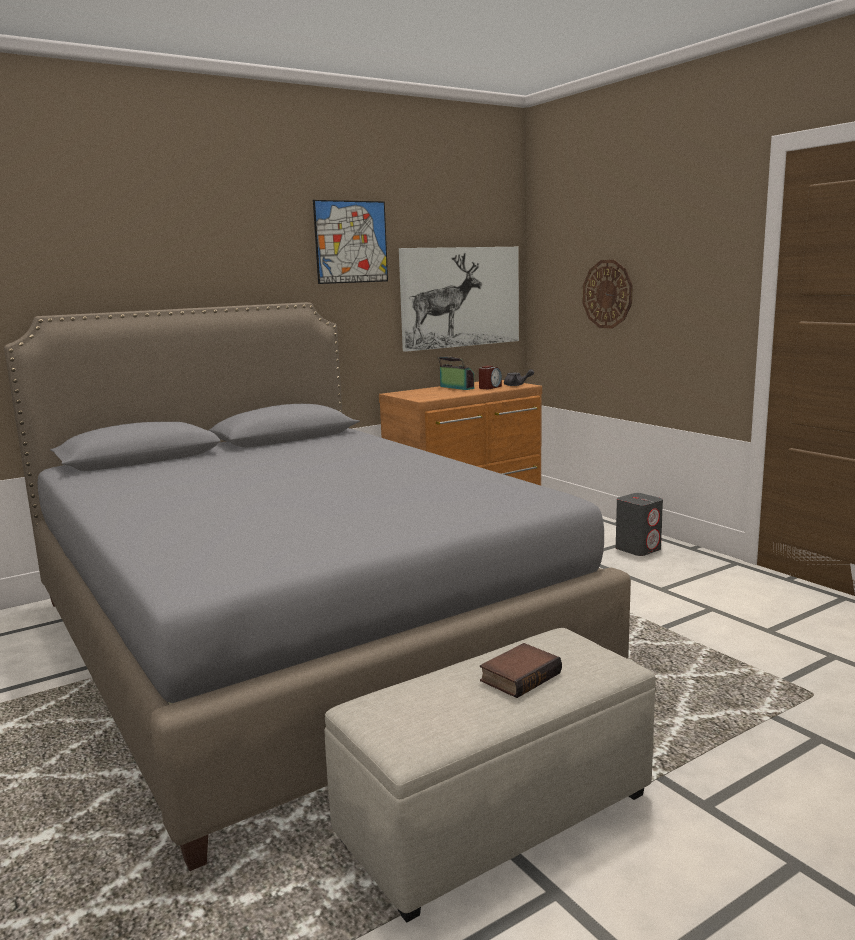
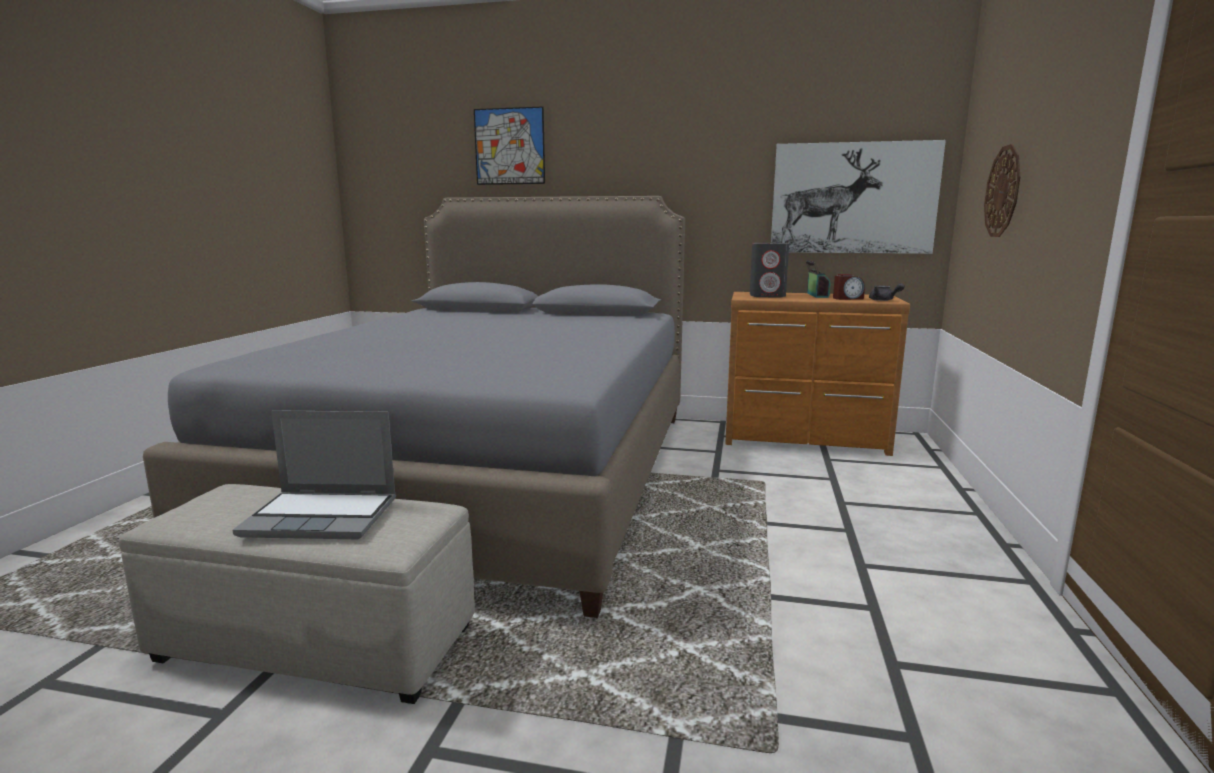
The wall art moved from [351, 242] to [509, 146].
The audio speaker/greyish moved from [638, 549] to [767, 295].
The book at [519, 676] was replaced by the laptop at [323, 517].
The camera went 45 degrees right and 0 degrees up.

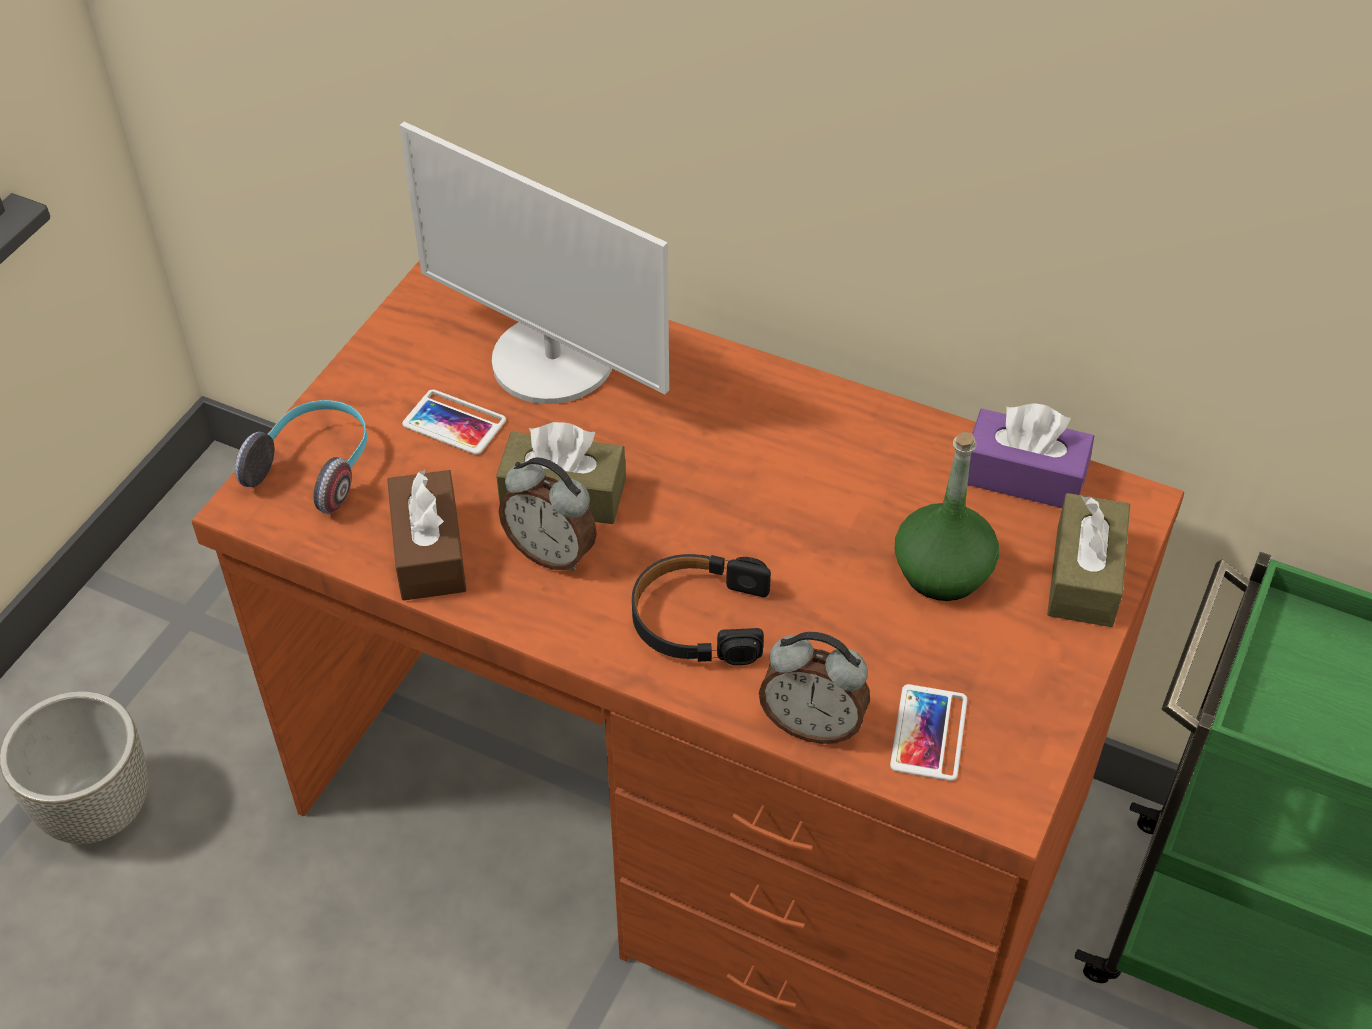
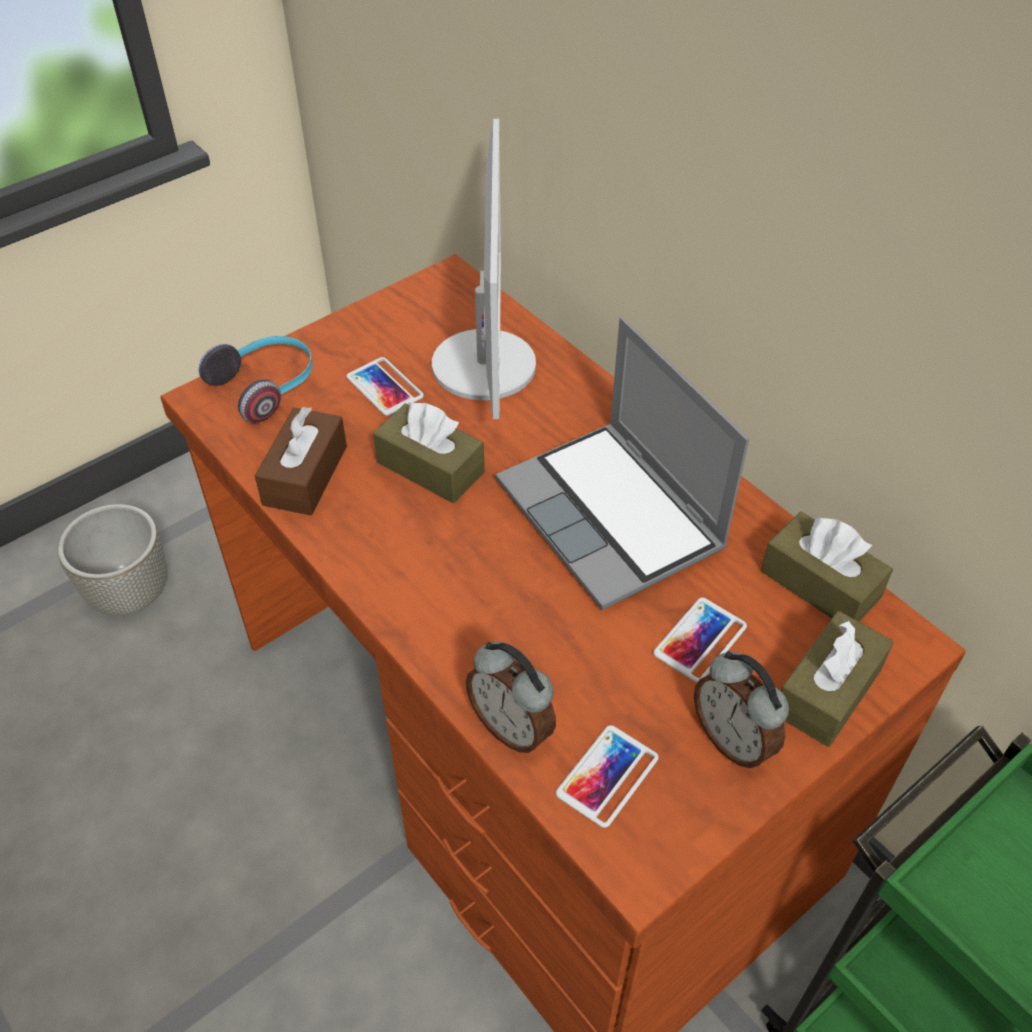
The headset/black-coloured at [699, 619] disappeared.
The laptop at [613, 517] appeared.
The table clock moved from [552, 552] to [733, 740].
The drink bottle/green at [942, 572] was replaced by the telephone at [700, 640].
The box of tissues/purple at [1023, 476] became the box of tissues/brown-coloured at [820, 584].
The computer screen at [552, 361] turned 150 degrees counterclockwise.
The camera went 25 degrees right and 0 degrees up.

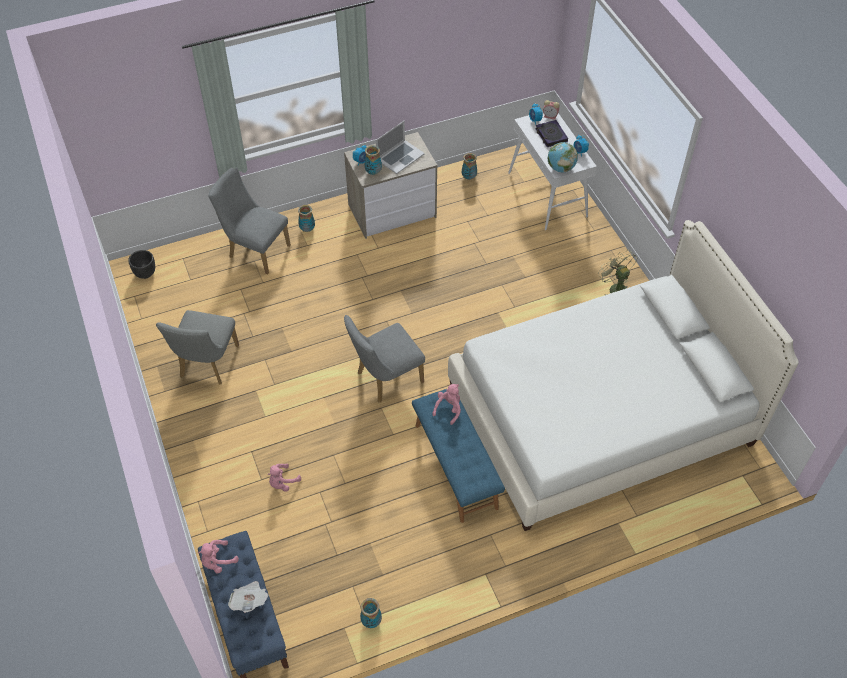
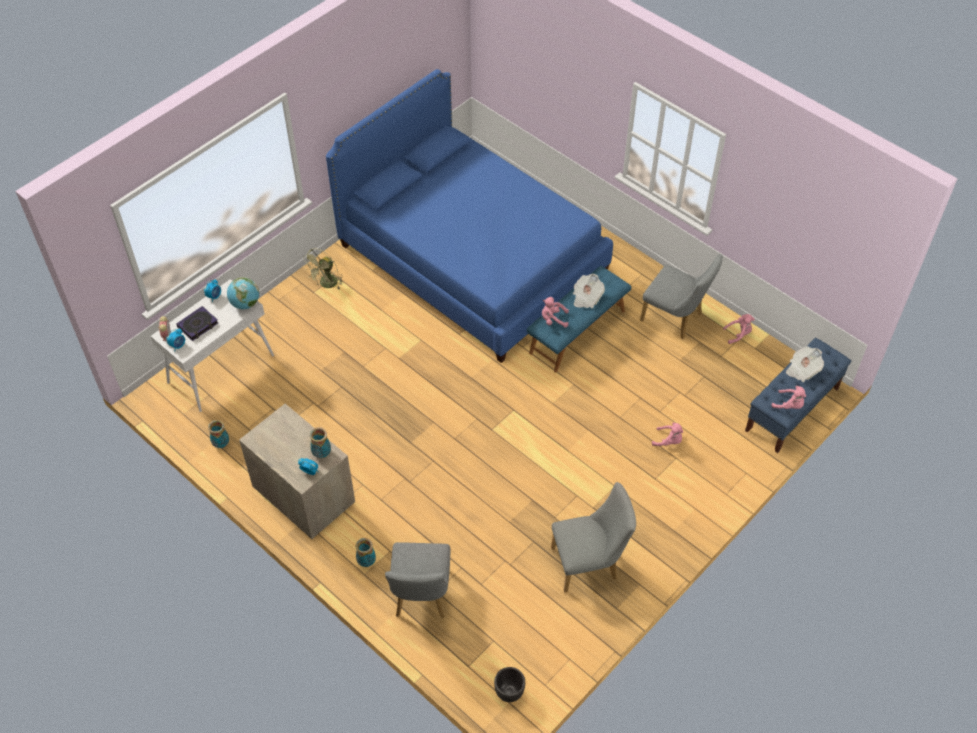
The laptop at [400, 157] disappeared.
The newspaper at [586, 297] appeared.
The chair/greyish moved from [385, 379] to [675, 318].
The decorative vase at [371, 621] was replaced by the cuddly toy/pink-coloured at [738, 334].
The bedroom bed/white at [600, 415] became the bedroom bed/blue-coloured at [472, 258].
The camera went 115 degrees left and 0 degrees up.

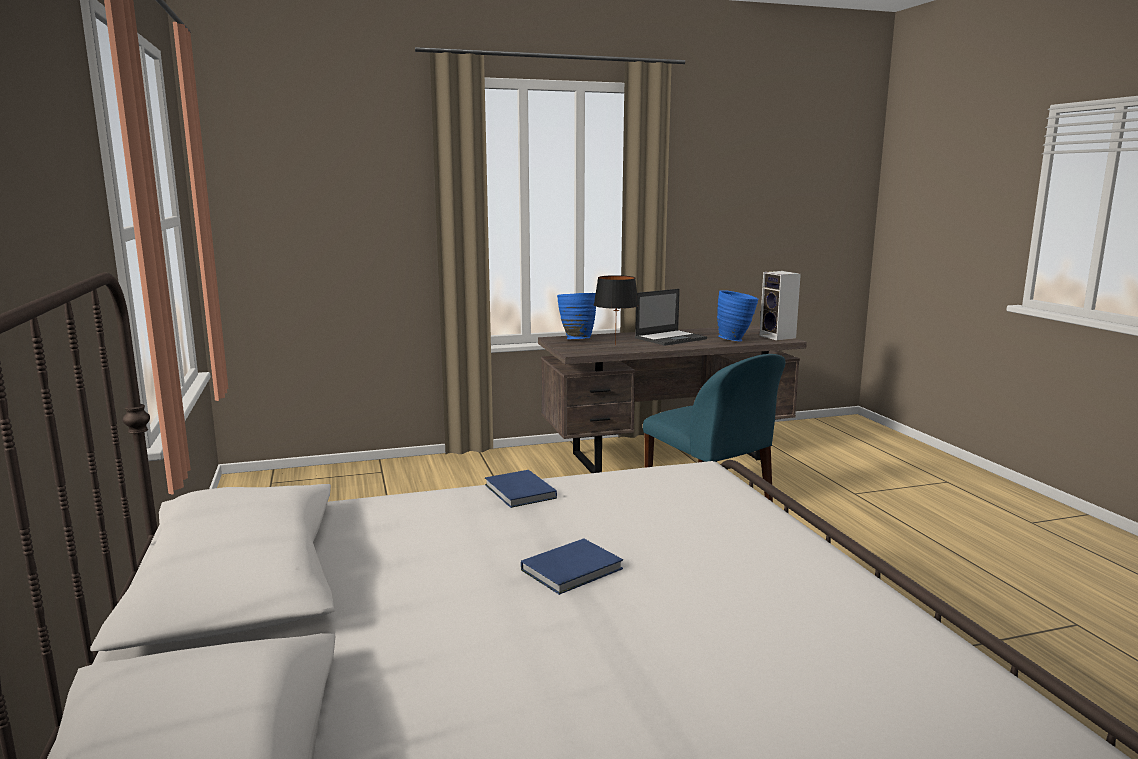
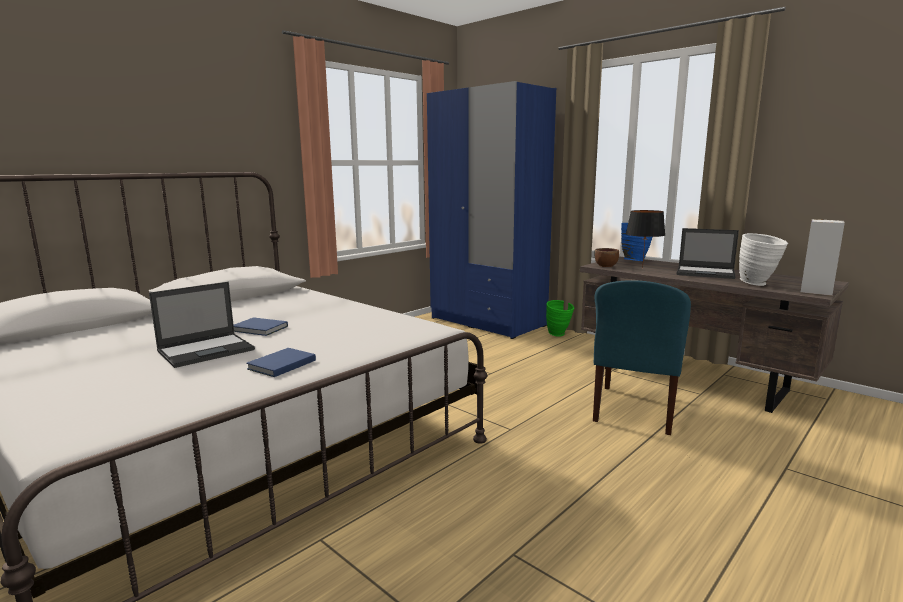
The laptop at [207, 350] appeared.
The armoire/blue-coloured at [487, 322] appeared.
The decorative vase/green at [559, 335] appeared.
The serving bowl/brown-coloured at [606, 265] appeared.
The book/blue-coloured moved from [519, 492] to [280, 365].
The decorative vase/blue-coloured at [736, 340] became the decorative vase/white at [758, 284].
The camera went 60 degrees right and 0 degrees up.

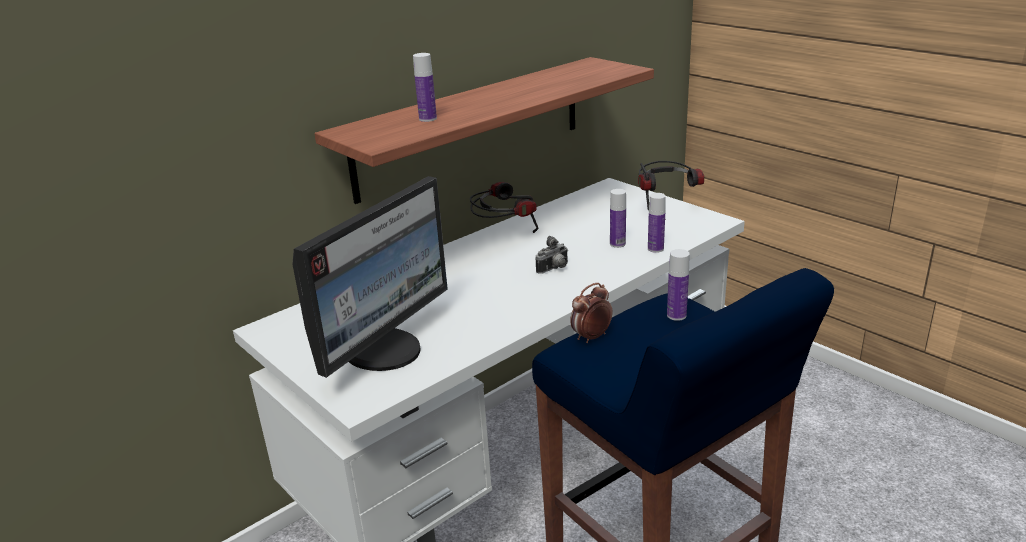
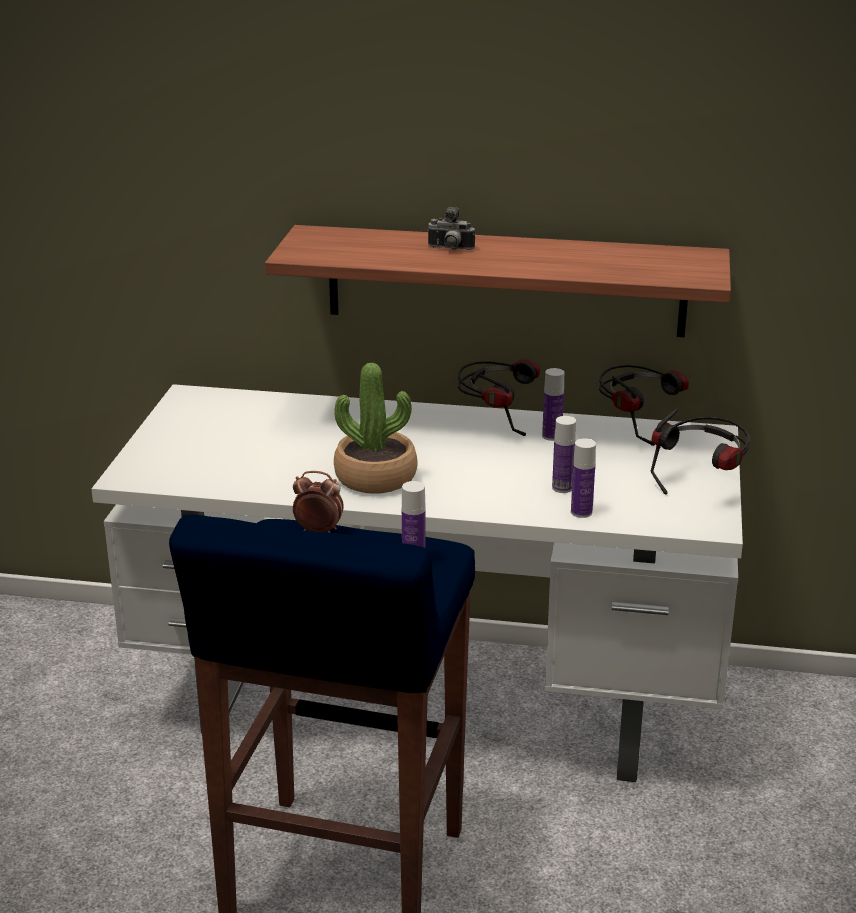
The computer screen at [385, 350] disappeared.
The plant in a pot at [376, 477] appeared.
The headset at [635, 428] appeared.
The drink bottle moved from [428, 119] to [552, 436].
The photo camera moved from [554, 269] to [450, 249].
The camera went 50 degrees right and 0 degrees up.

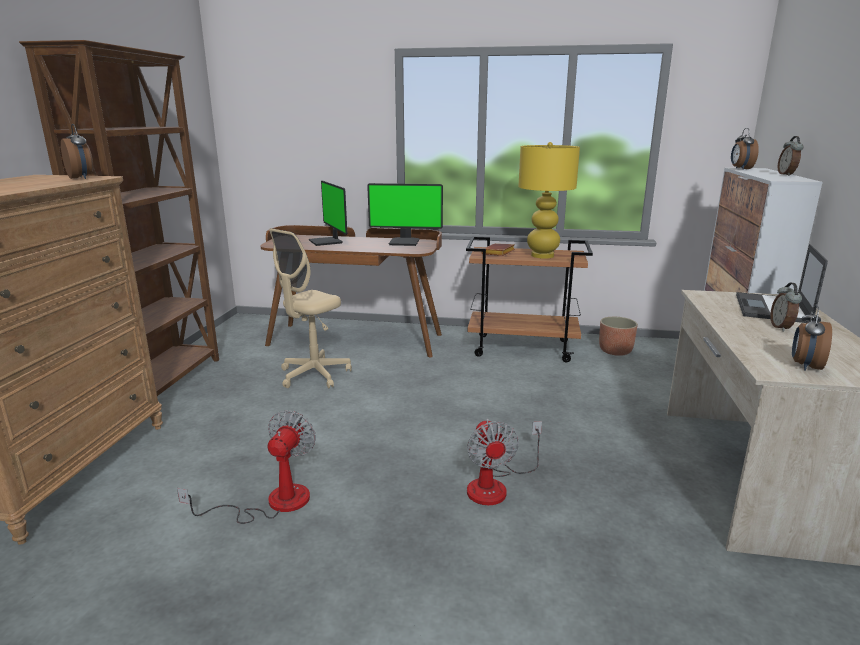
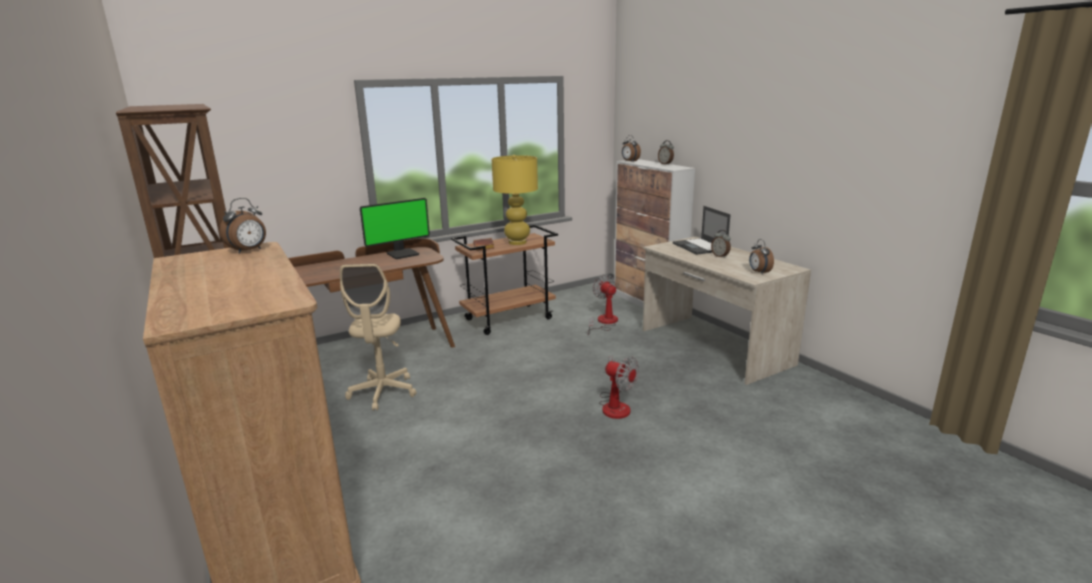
The computer screen at [327, 242] disappeared.
The plant pot at [615, 351] disappeared.
The fan moved from [273, 503] to [604, 322].
The table clock at [81, 178] turned 120 degrees clockwise.
The camera went 40 degrees left and 0 degrees up.

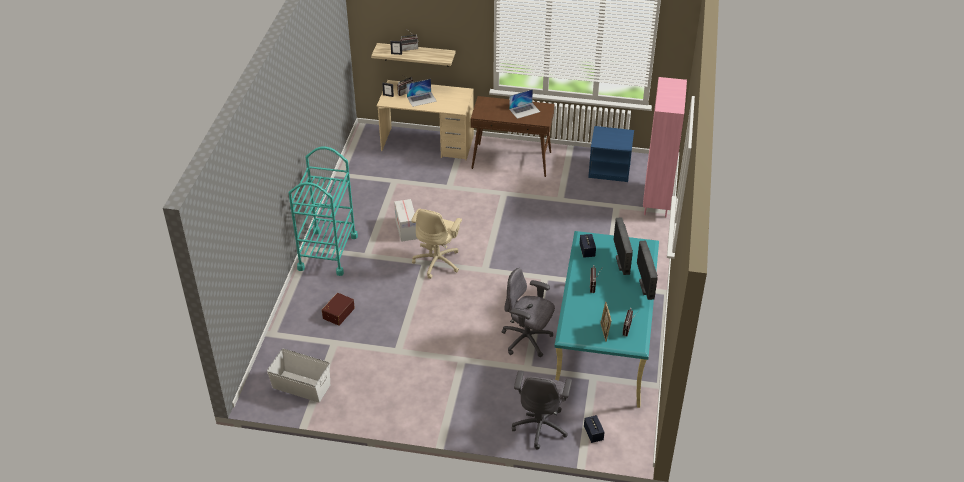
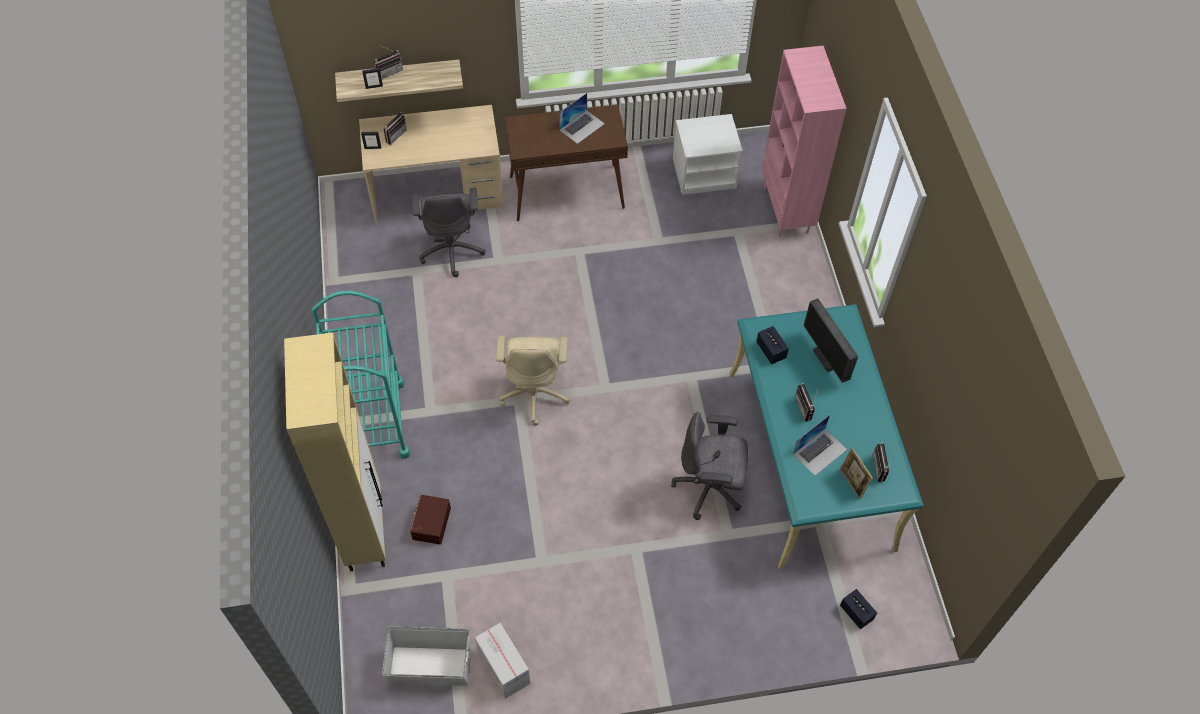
The computer screen at [645, 287] disappeared.
The storage cabinet/beige-coloured at [365, 530] appeared.
The cardboard box moved from [406, 229] to [503, 667].
The laptop moved from [421, 99] to [820, 451].
The office chair/greyish moved from [540, 426] to [452, 250].
The nightstand/blue-coloured at [610, 169] became the nightstand/white at [704, 173].
The camera went 20 degrees left and 15 degrees up.

